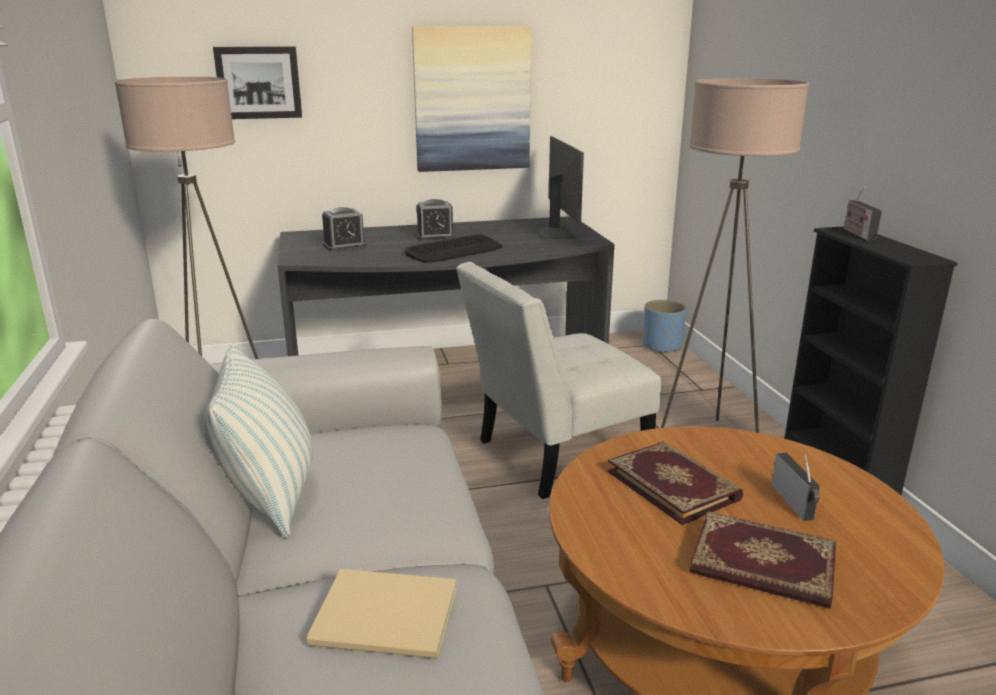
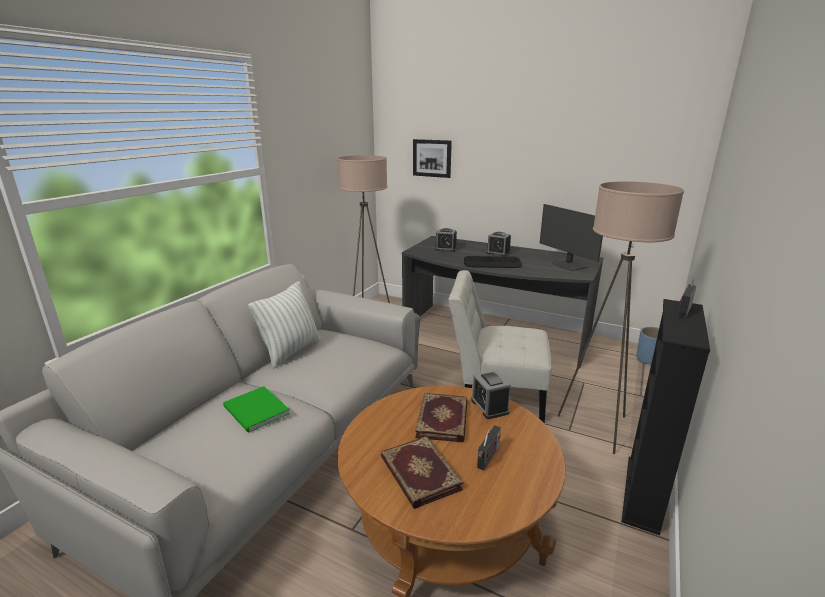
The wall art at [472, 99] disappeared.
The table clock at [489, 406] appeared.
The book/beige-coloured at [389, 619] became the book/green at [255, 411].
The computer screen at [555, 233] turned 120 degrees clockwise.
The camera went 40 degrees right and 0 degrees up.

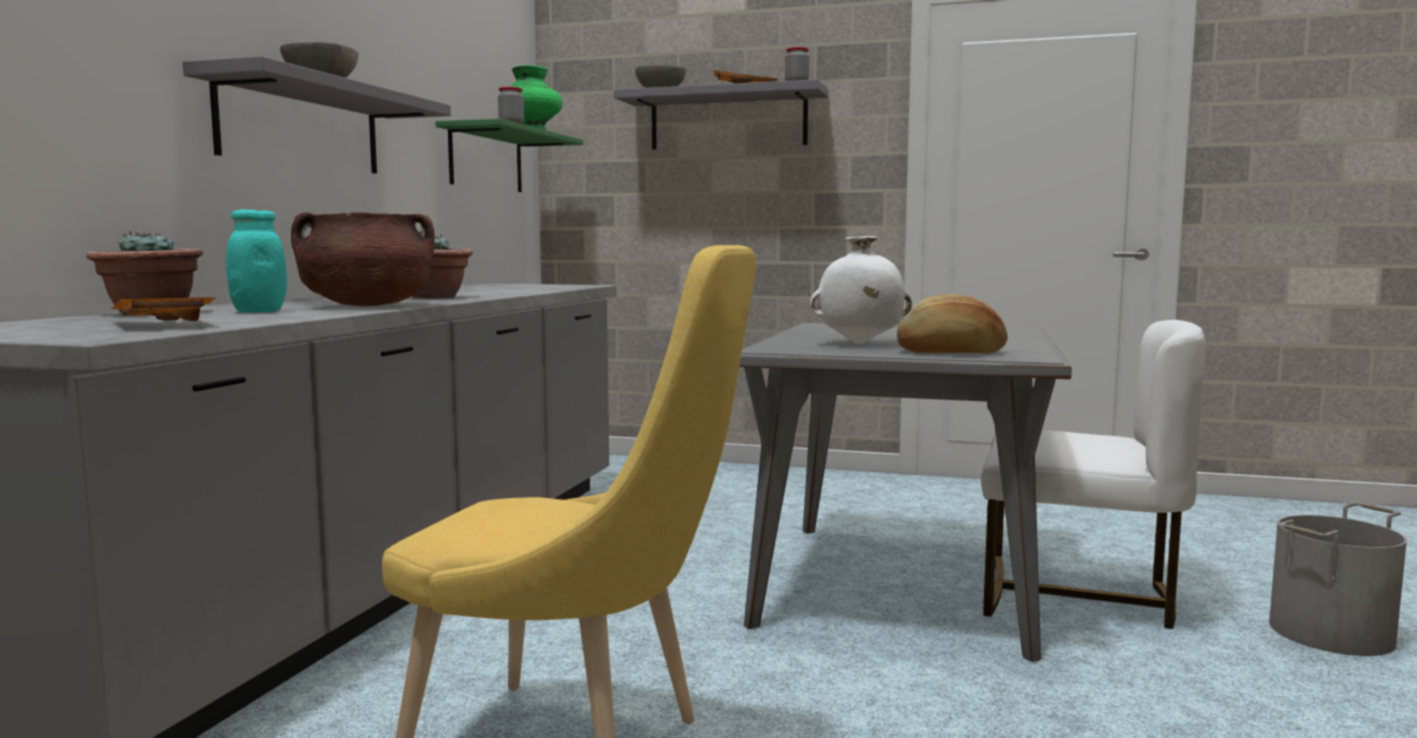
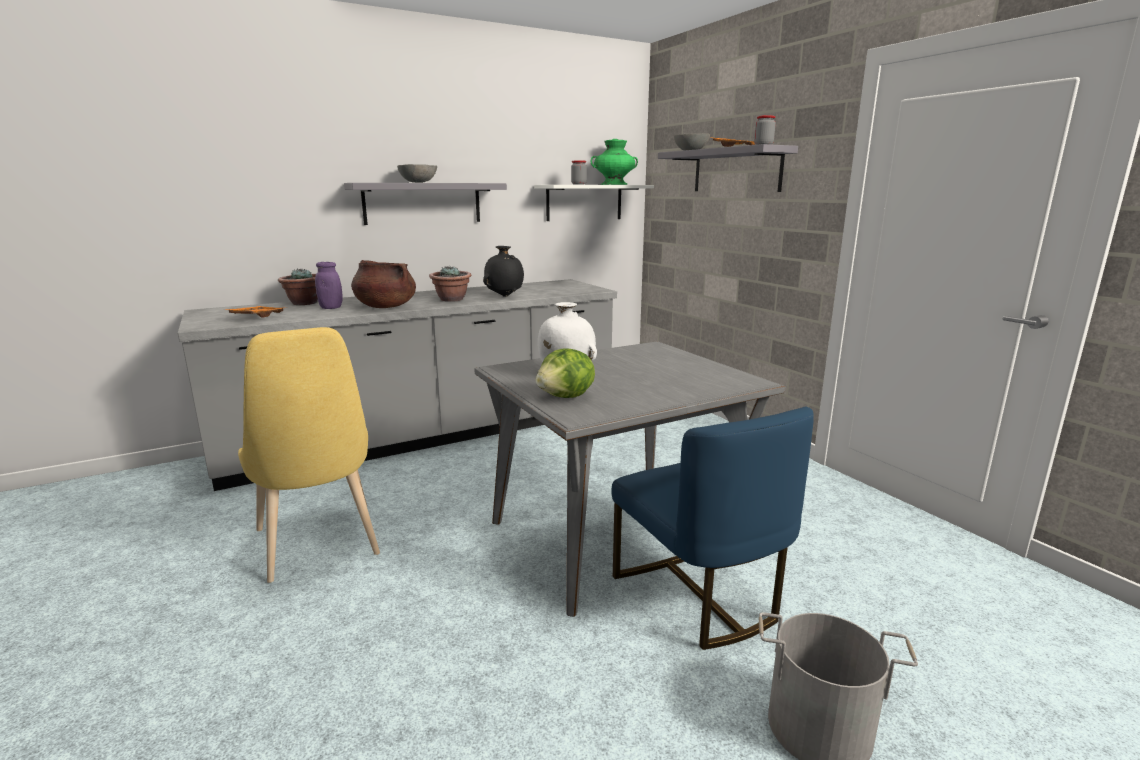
The decorative vase/black-coloured at [505, 296] appeared.
The bakery bread at [951, 352] was replaced by the lettuce head at [566, 397].
The jar/turquoise-coloured at [259, 311] became the jar/purple at [331, 307].
The bracket shelf/green at [486, 160] became the bracket shelf/white at [584, 202].
The chair/white at [1076, 597] became the chair/blue-coloured at [699, 596].
The camera went 45 degrees right and 10 degrees up.

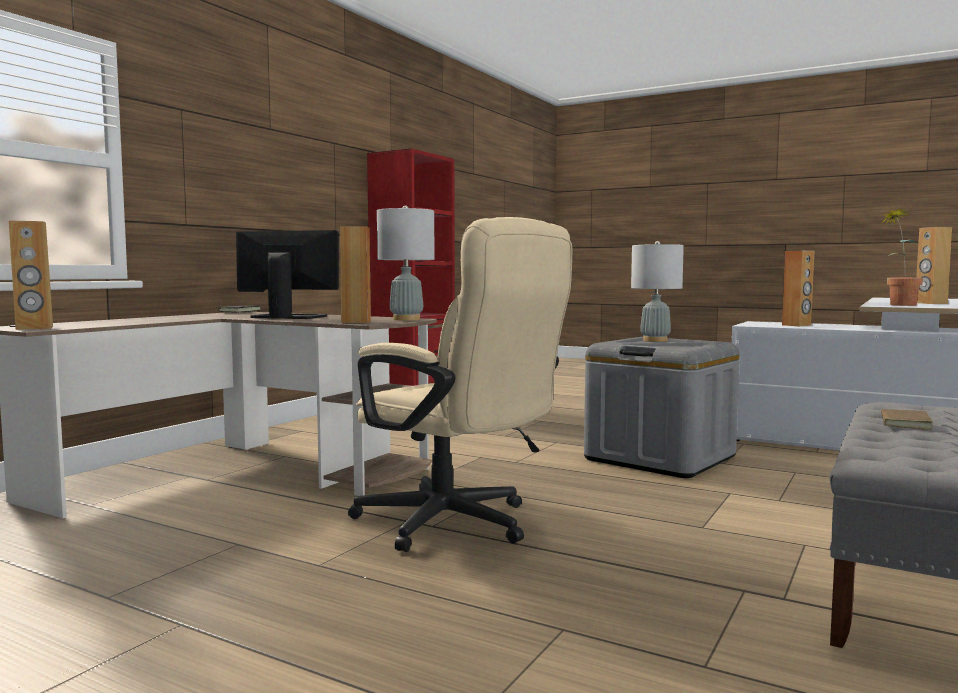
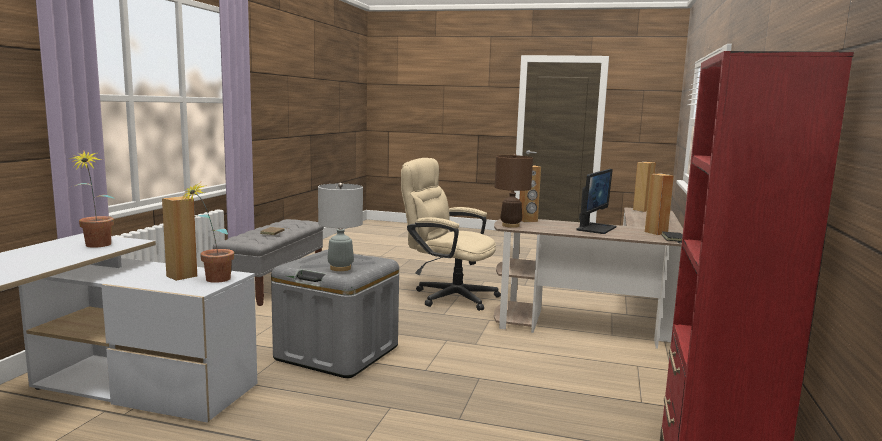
The plant in a pot at [211, 280] appeared.
The audio speaker/brown-coloured moved from [930, 303] to [656, 232].
The lamp for a table/greyish at [406, 319] became the lamp for a table/brown-coloured at [510, 225].
The computer screen at [287, 317] turned 60 degrees counterclockwise.
The camera went 165 degrees right and 5 degrees up.

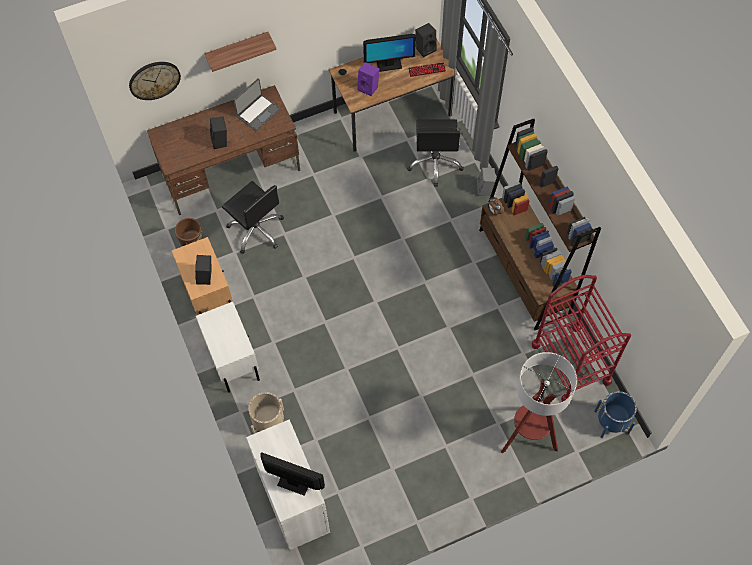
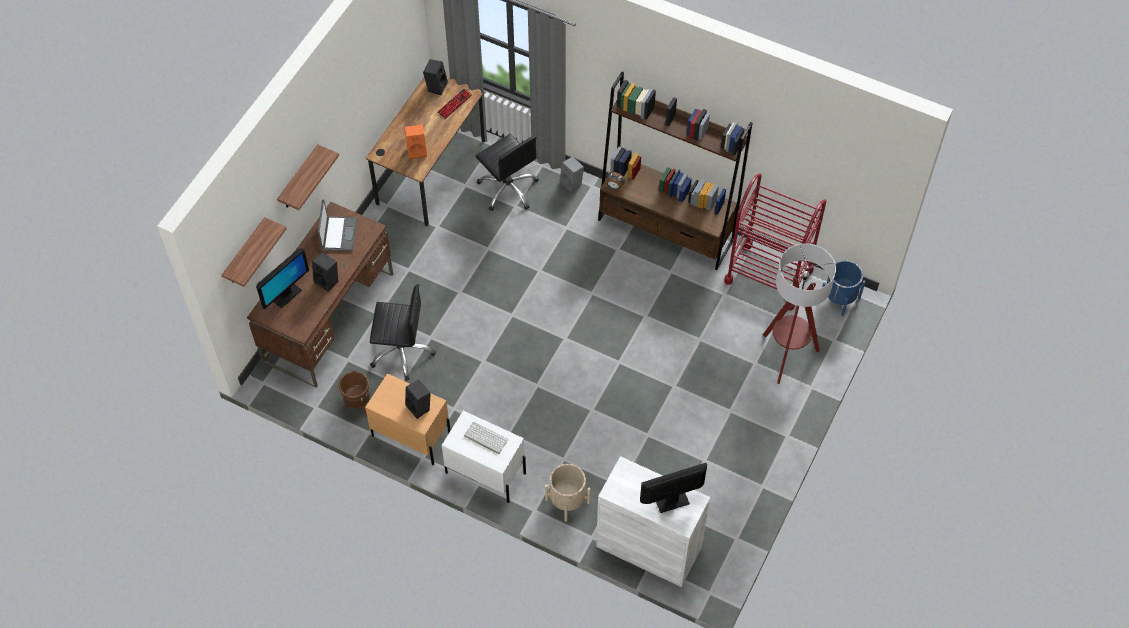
The PC keyboard at [485, 438] appeared.
The computer screen moved from [389, 65] to [286, 295].
The wall clock at [154, 80] was replaced by the bracket shelf at [245, 253].
The audio speaker/purple at [369, 87] became the audio speaker/orangey at [417, 150].
The camera went 40 degrees left and 5 degrees down.

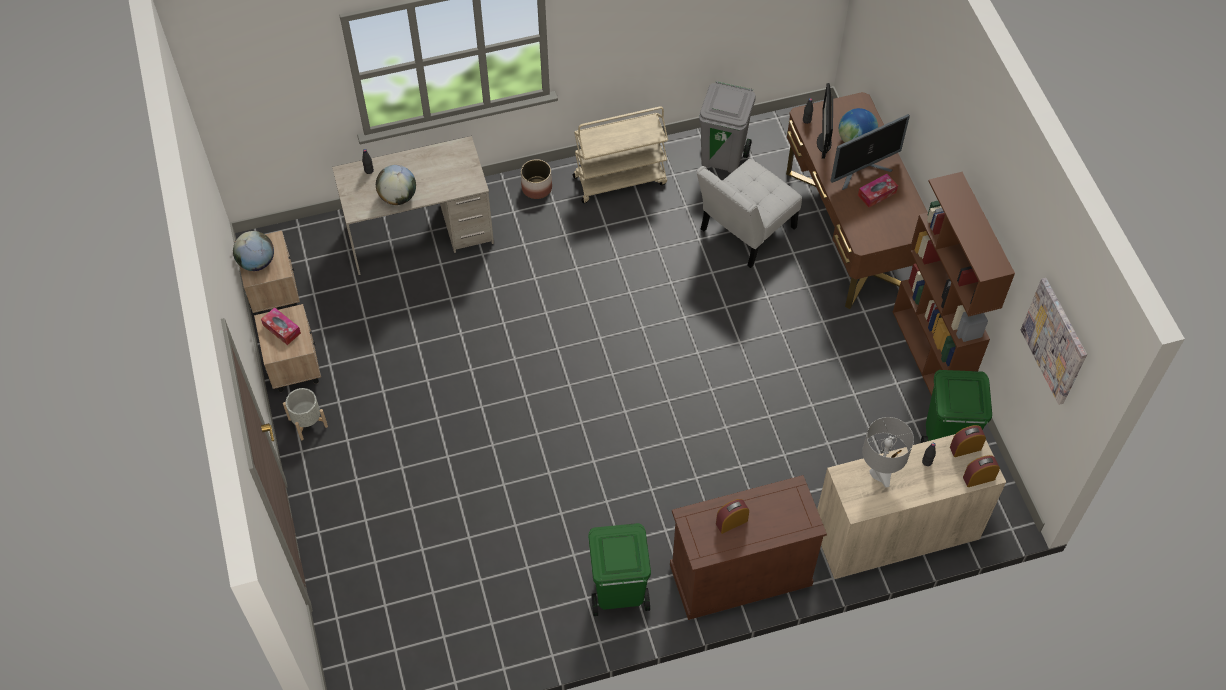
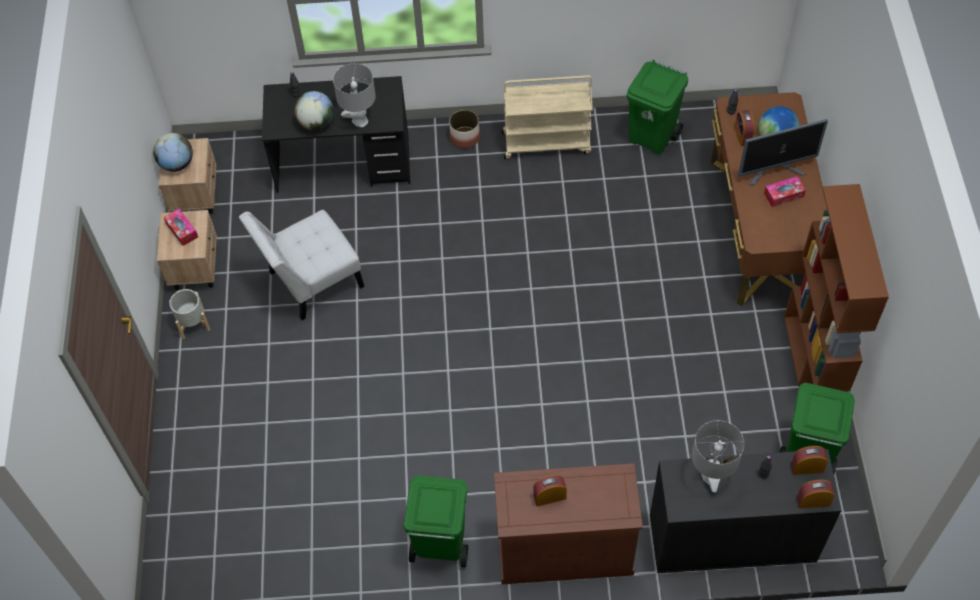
The wall art at [1055, 341] disappeared.
The lamp for a table/greyish at [359, 121] appeared.
The chair/white moved from [744, 232] to [311, 282].
The computer screen at [823, 142] was replaced by the table clock at [743, 135].
The desk table/beige-coloured at [420, 235] became the desk table/black-coloured at [343, 164].
The waste bin/greyish at [723, 157] became the waste bin/green at [652, 137].
The storage cabinet/beige-coloured at [895, 533] became the storage cabinet/black-coloured at [731, 539].
The camera went 15 degrees right and 0 degrees up.

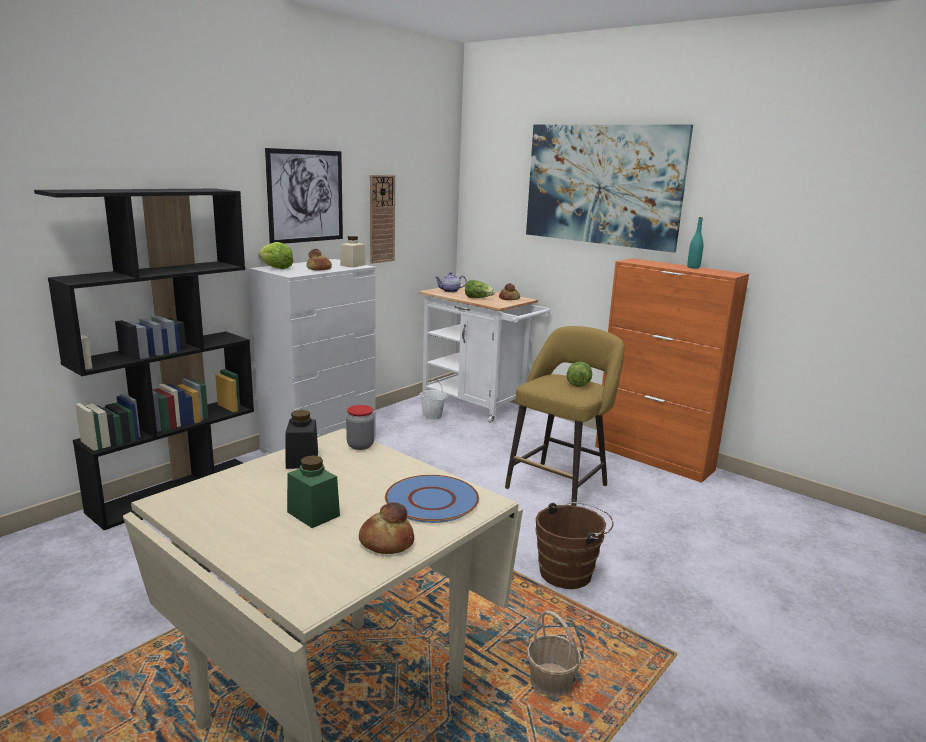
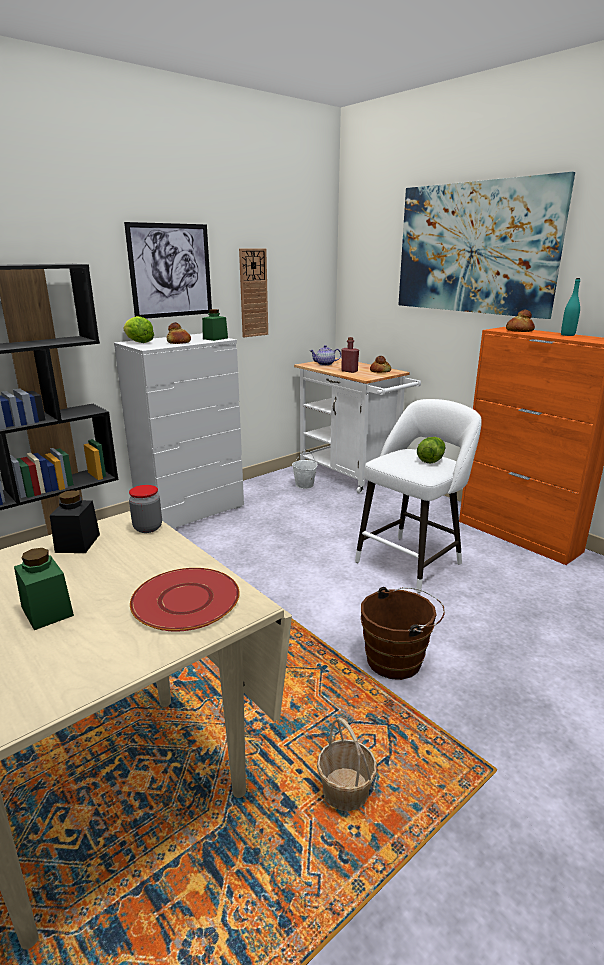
The bakery bread moved from [386, 542] to [519, 330].
The lettuce head at [478, 298] was replaced by the drink bottle/red-coloured at [349, 371].
The jar/beige-coloured at [353, 265] became the jar/green at [215, 338].
The plate/blue-coloured at [432, 500] became the plate/red-coloured at [186, 600].
The stool/yellow-coloured at [559, 485] became the stool/white at [412, 561].
The camera went 10 degrees right and 5 degrees up.

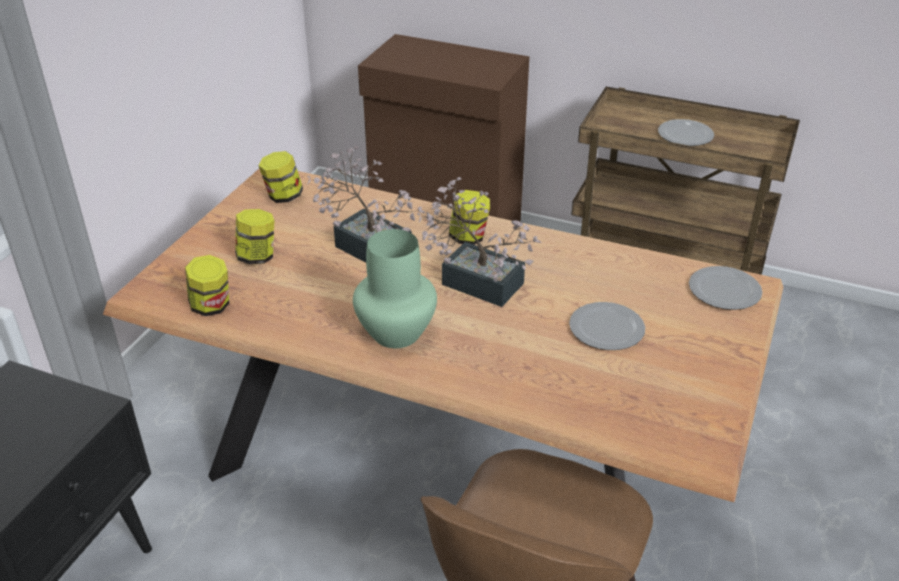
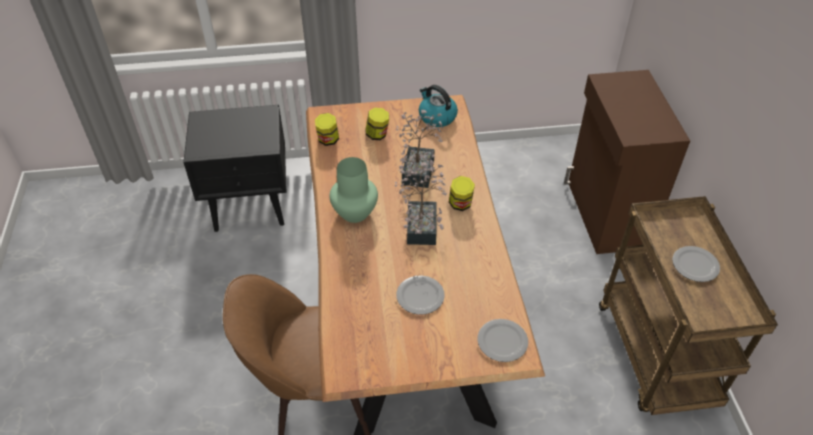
The jar at [283, 196] was replaced by the kettle at [436, 117].
The camera went 60 degrees right and 10 degrees up.

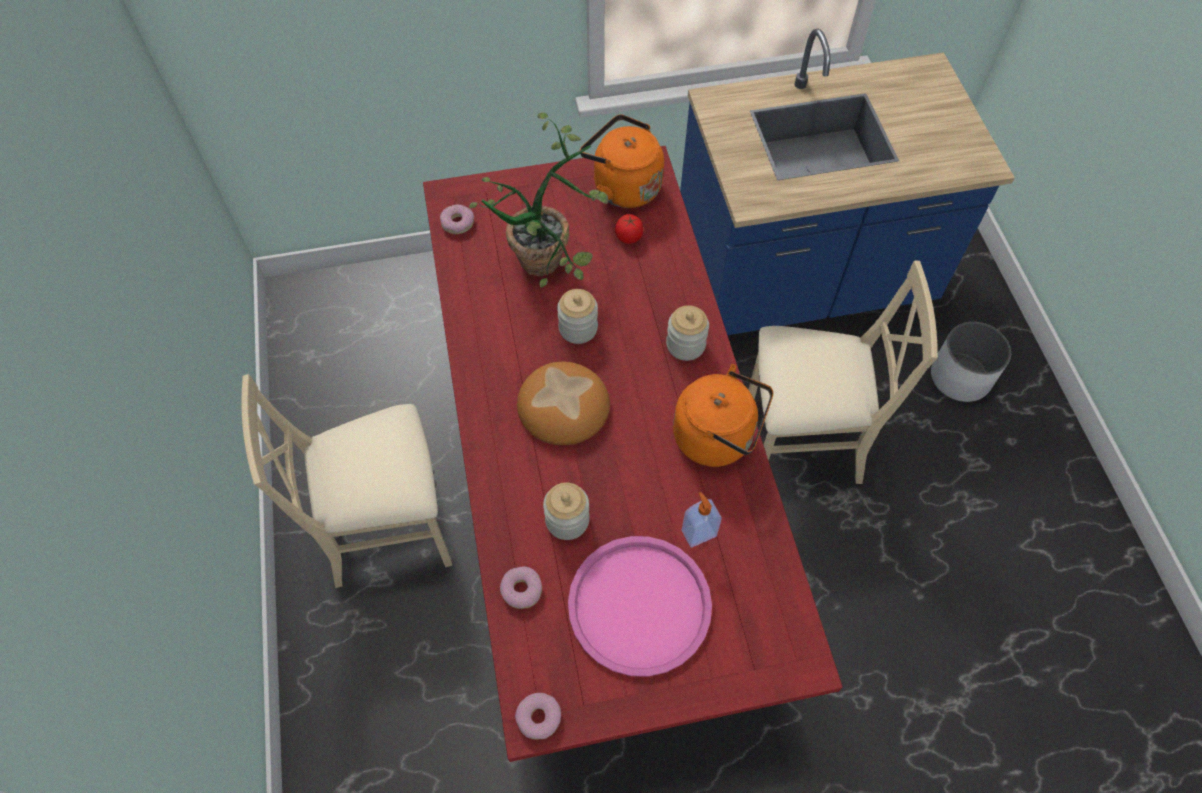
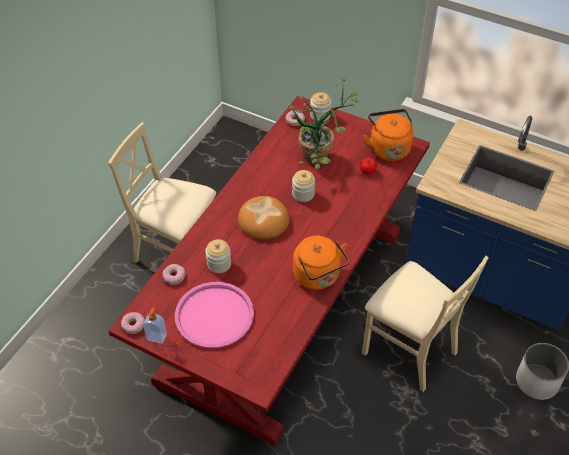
The jar moved from [685, 345] to [320, 115].
The liquid soap bottle moved from [698, 532] to [157, 336].
The camera went 40 degrees right and 10 degrees down.

